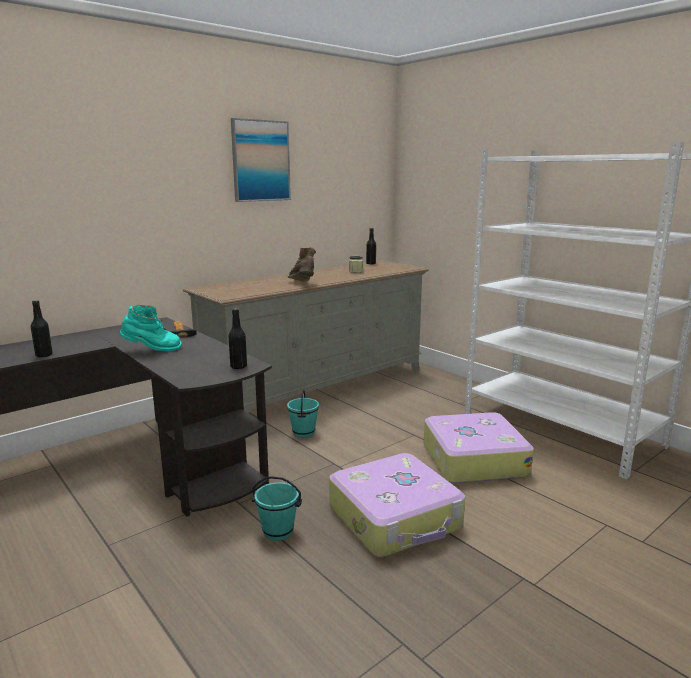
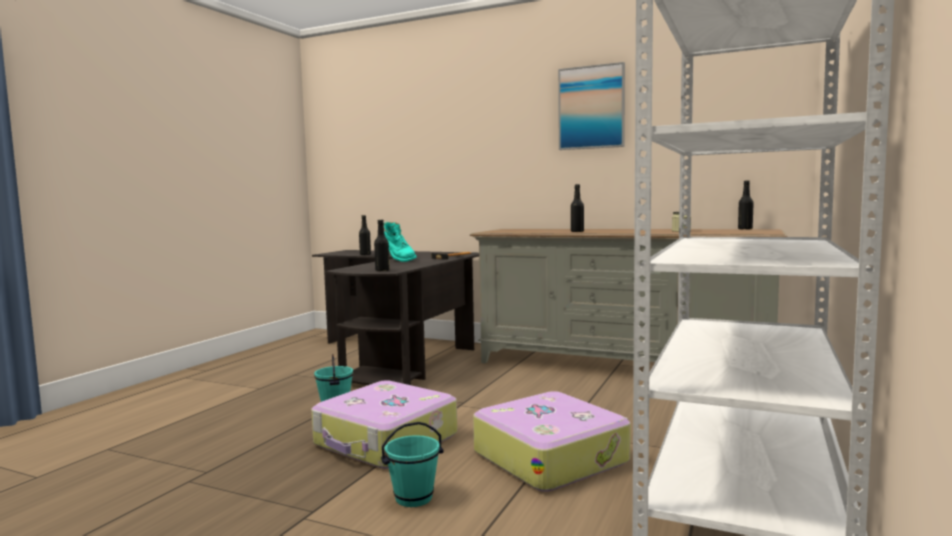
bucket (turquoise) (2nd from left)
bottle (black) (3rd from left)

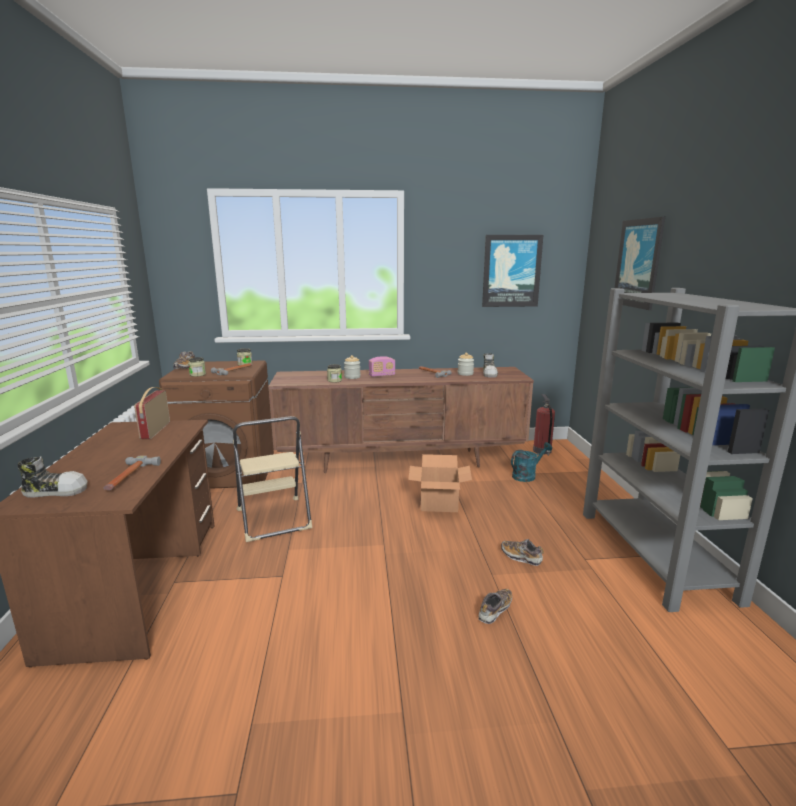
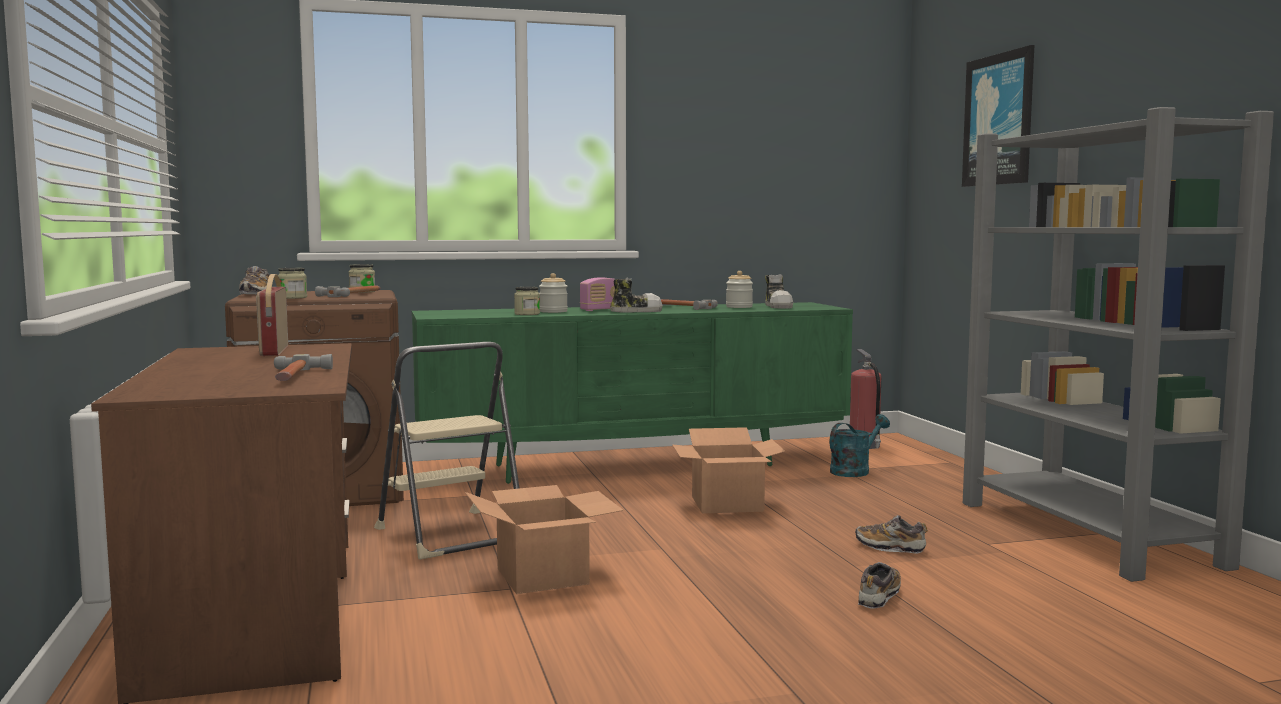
cabinet (green)
cardboard box (1st from left)
shoe (2nd from left)
picture (1st from left in the first image)

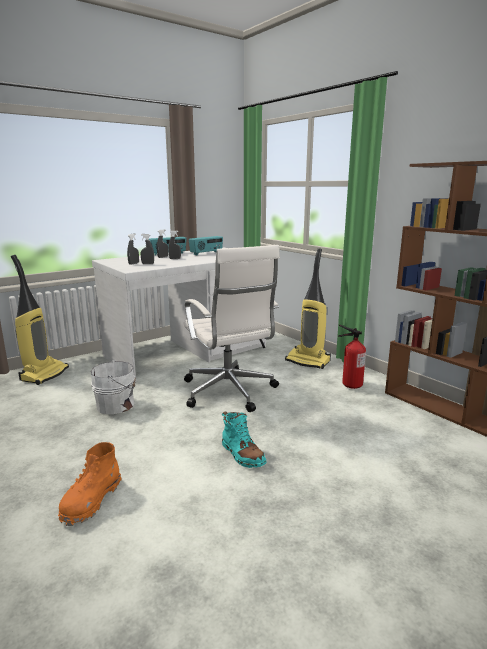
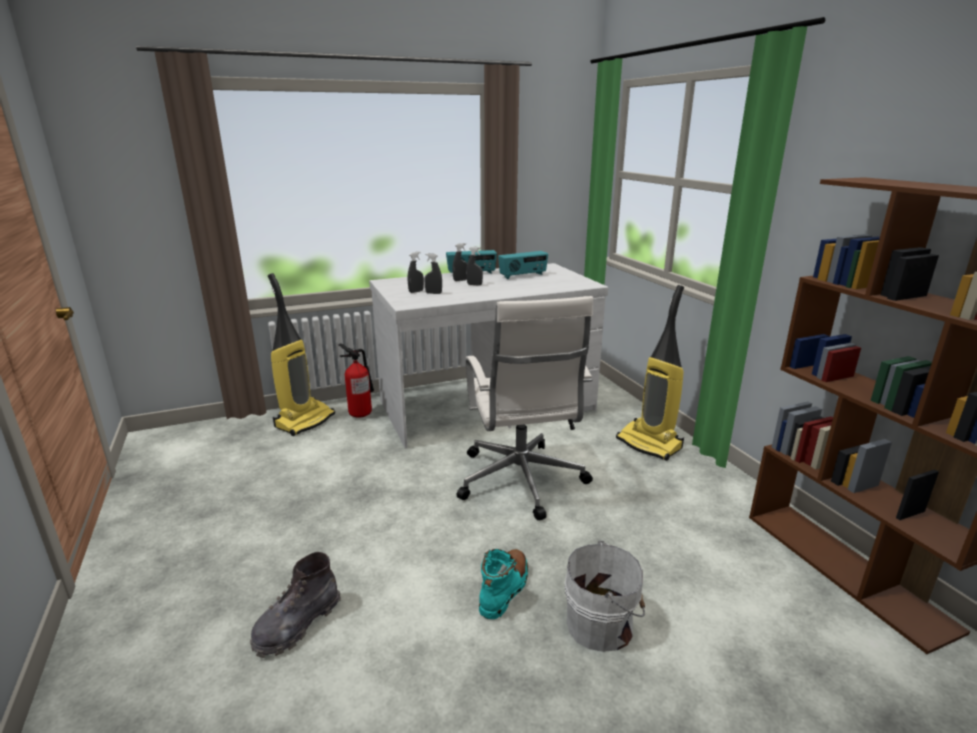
boot (grey)
fire extinguisher
boot (turquoise)
bucket (white)

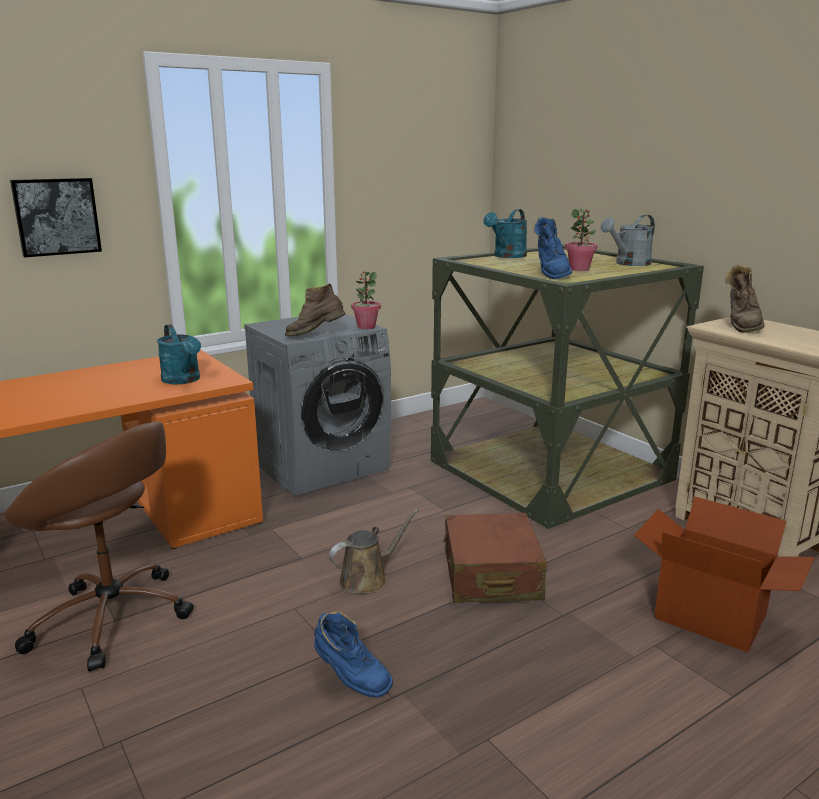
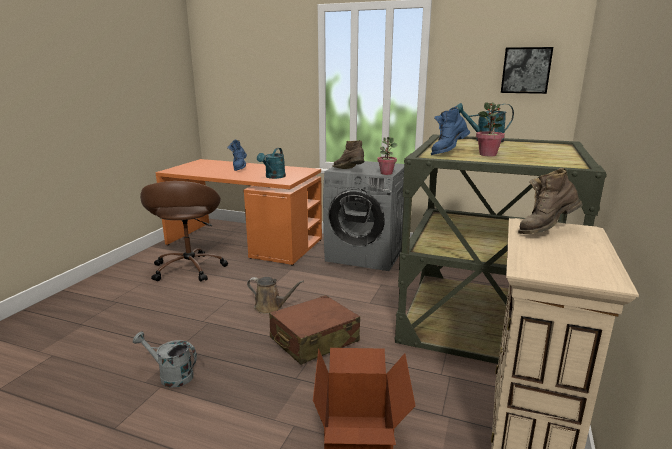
watering can (grey)
boot (blue) (1st from left)
picture

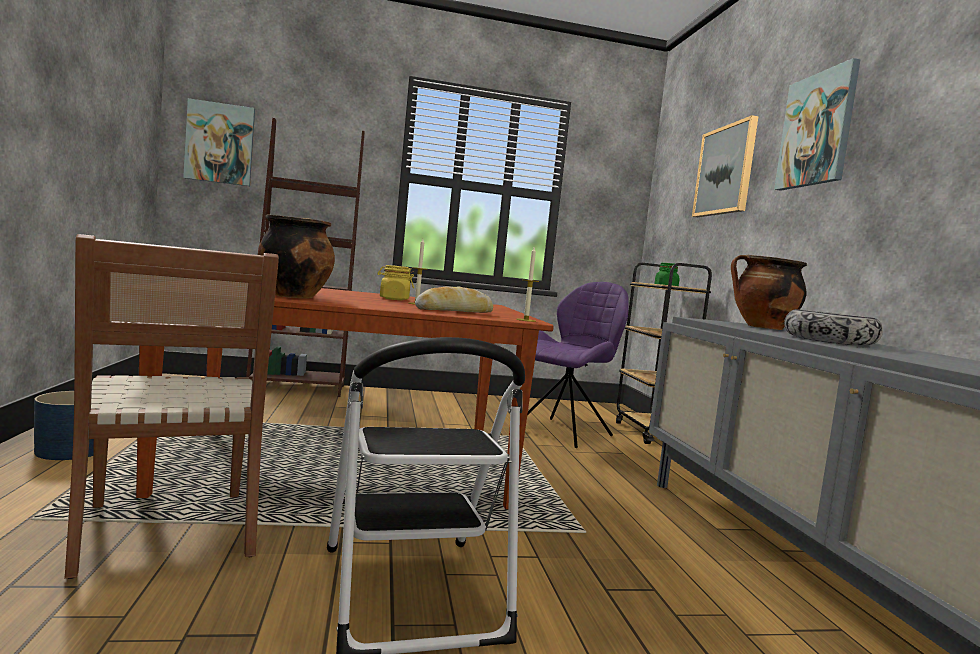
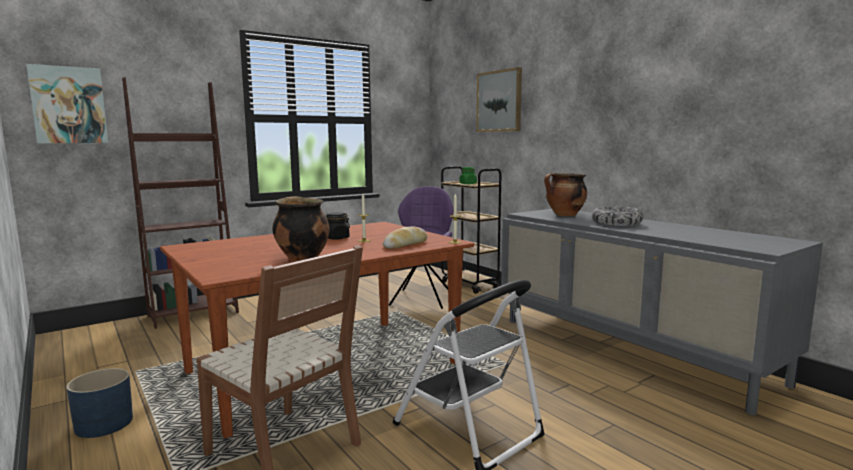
jar (black)
picture (3rd from left in the first image)

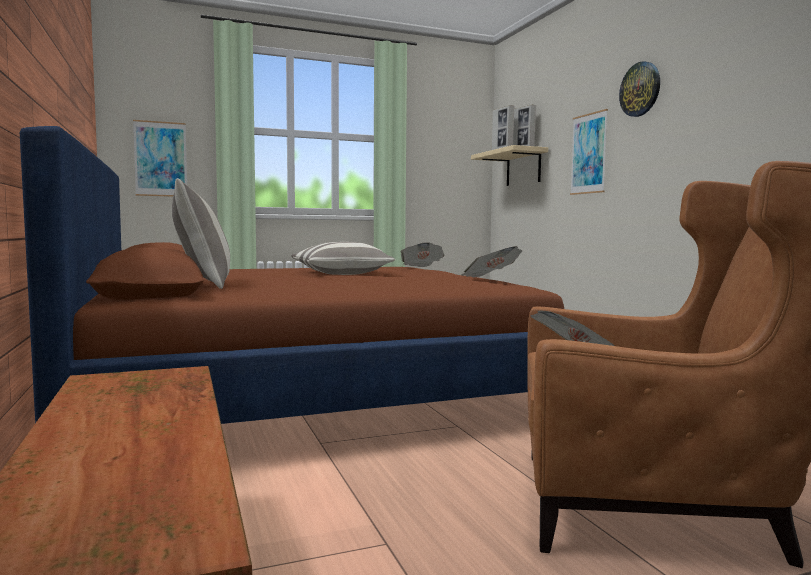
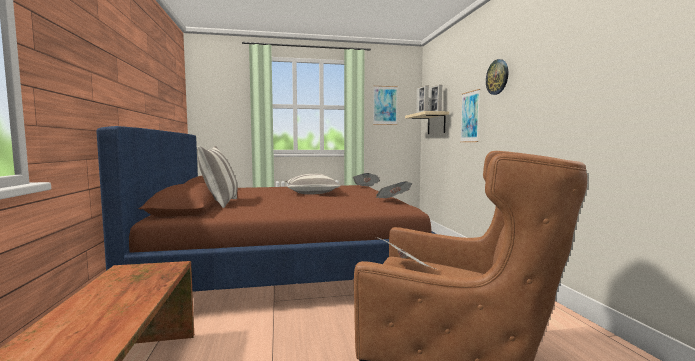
picture (1st from left)

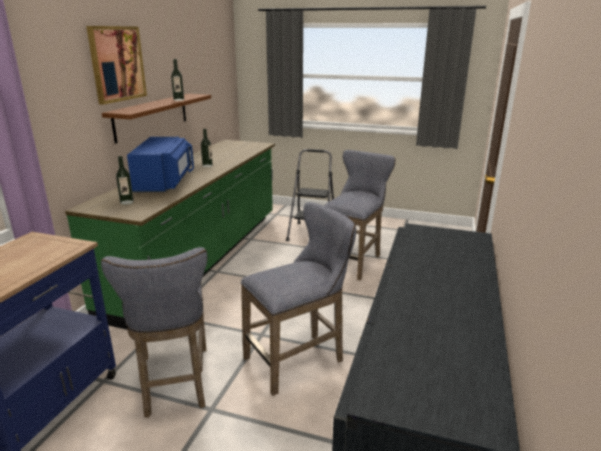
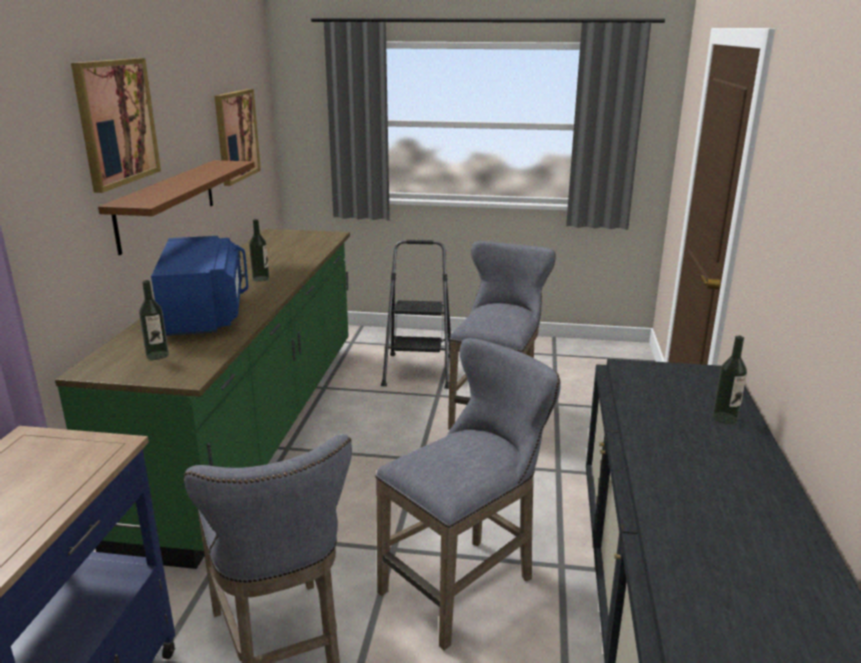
picture (2nd from left)
bottle (3rd from left)

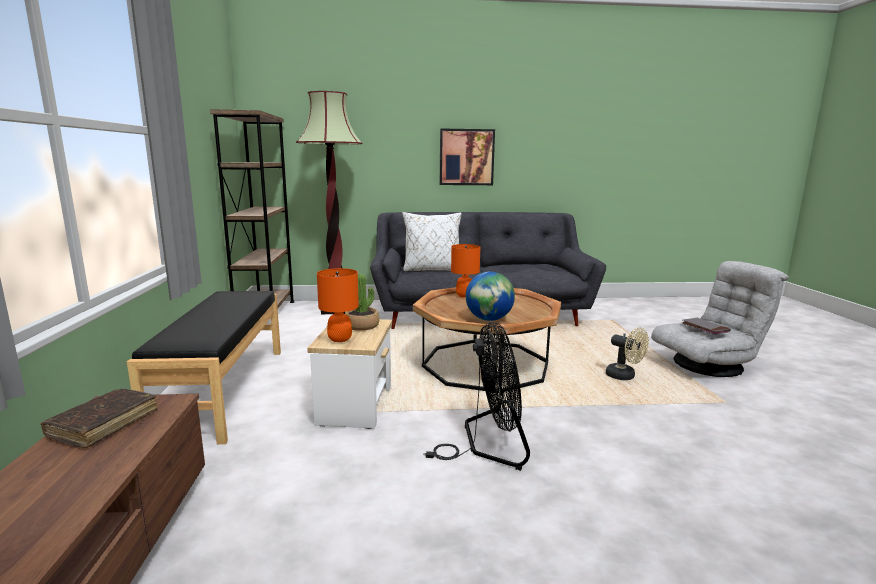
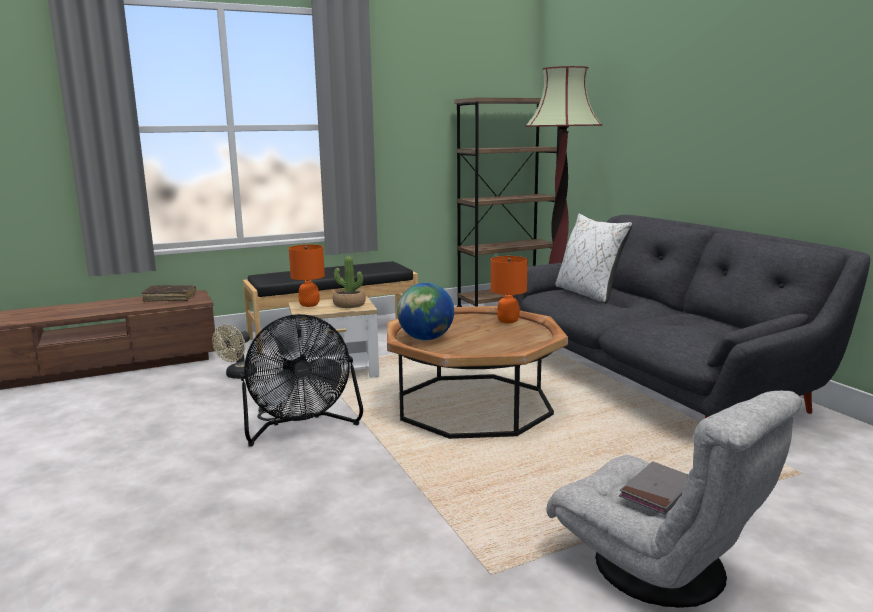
fan (beige)
picture

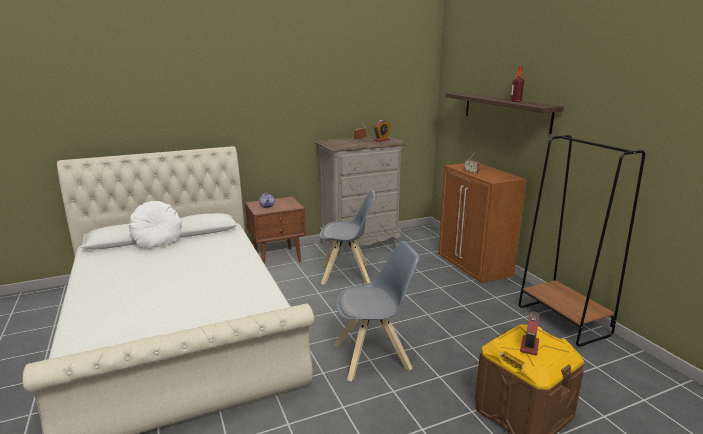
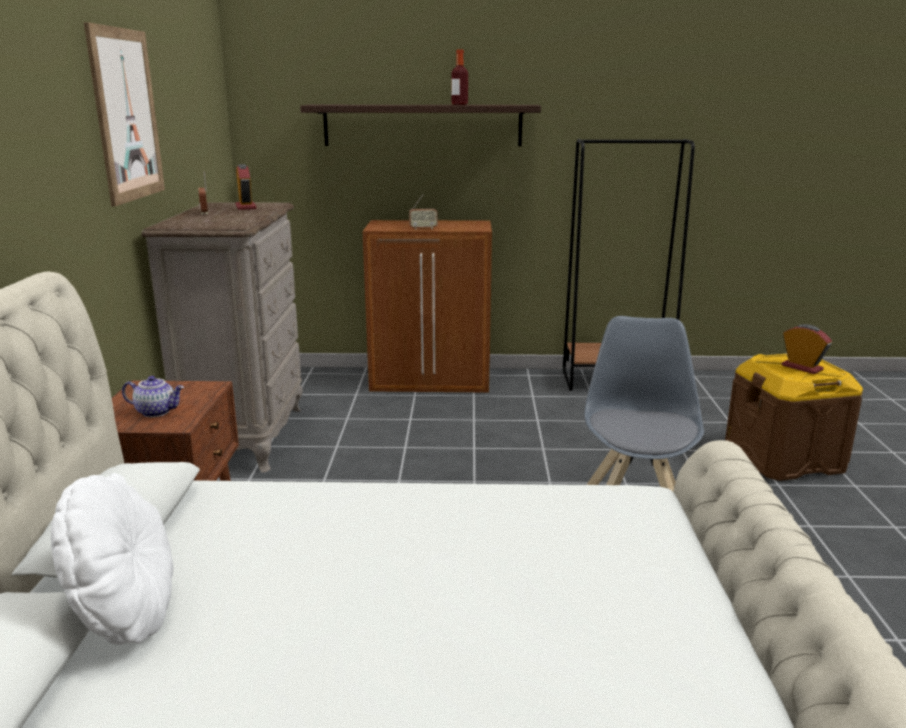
picture
chair (grey) (1st from left in the first image)

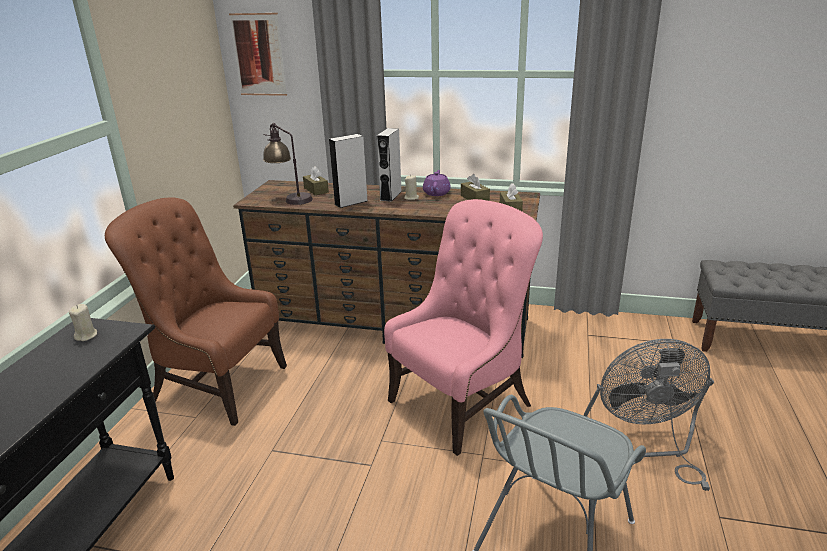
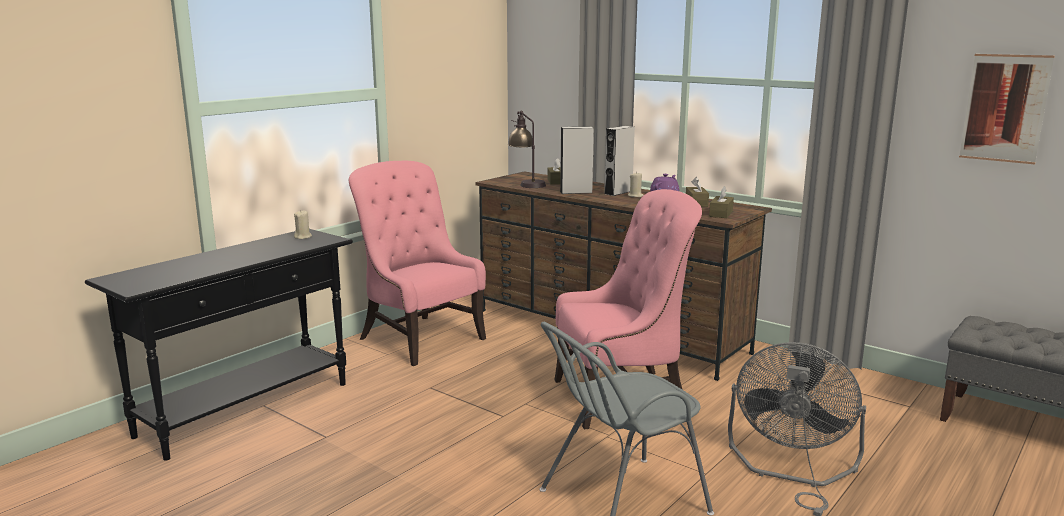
chair (pink) (1st from left)
picture

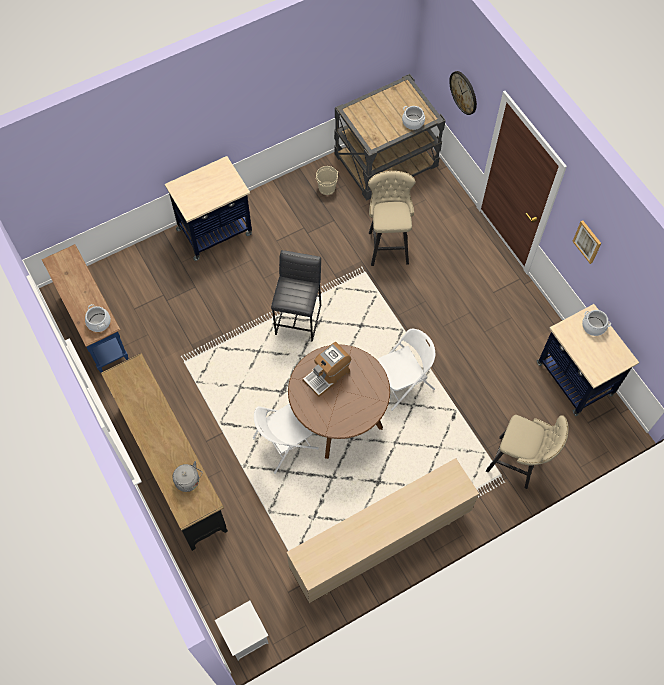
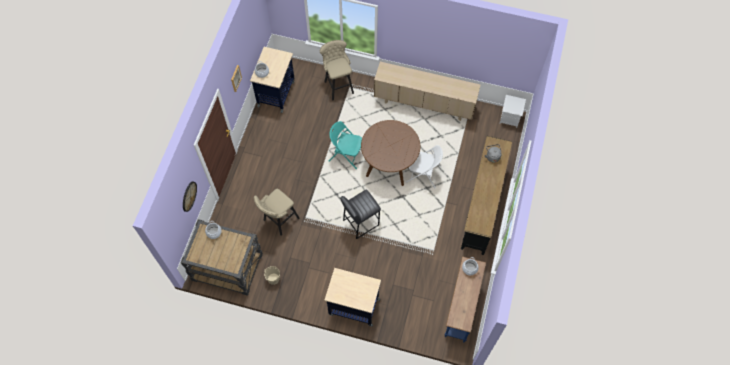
chair (turquoise)
coffee machine

